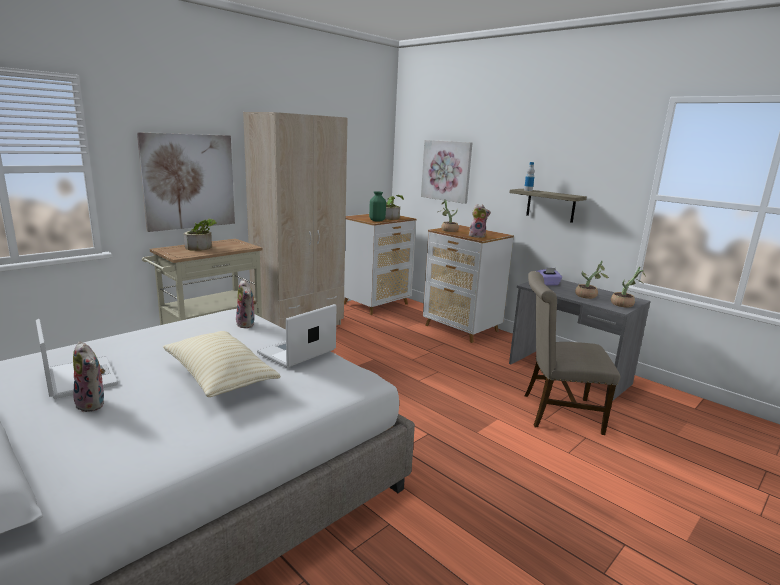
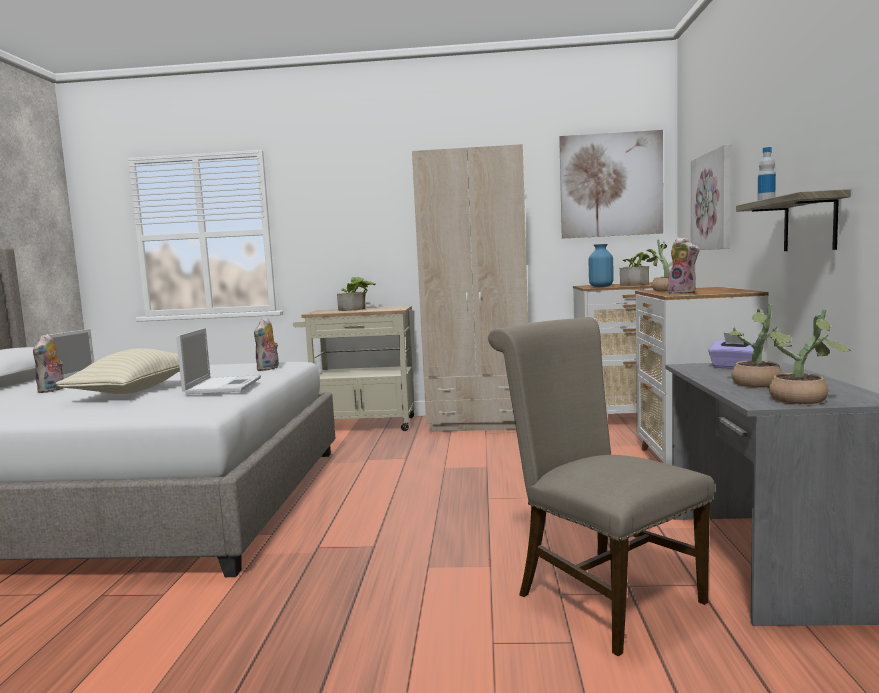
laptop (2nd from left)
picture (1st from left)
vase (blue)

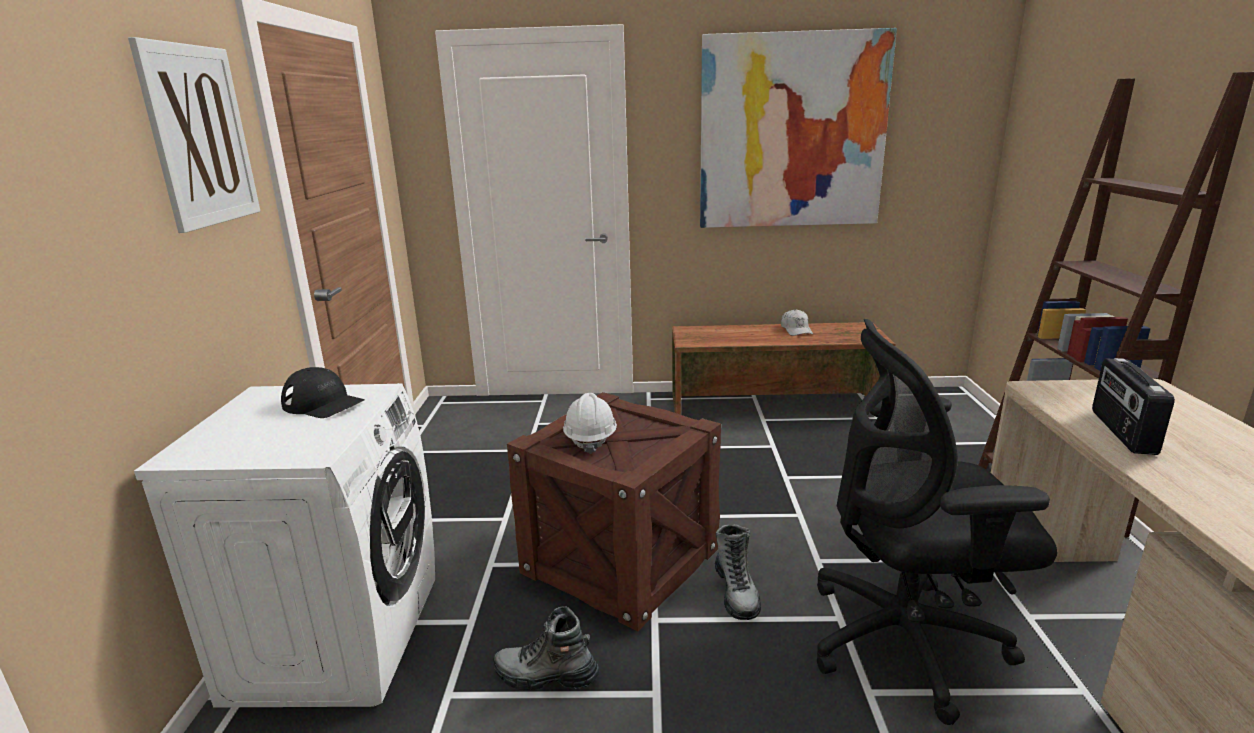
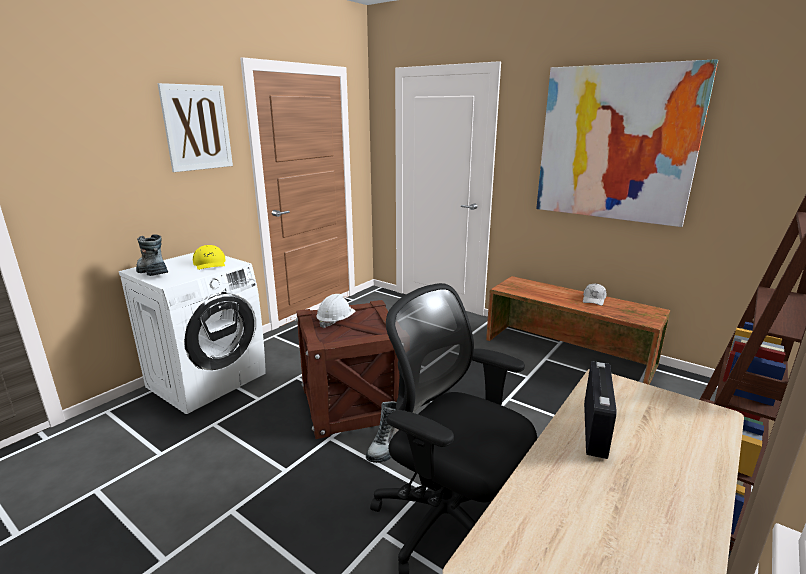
boot (1st from left)
cap (yellow)
radio

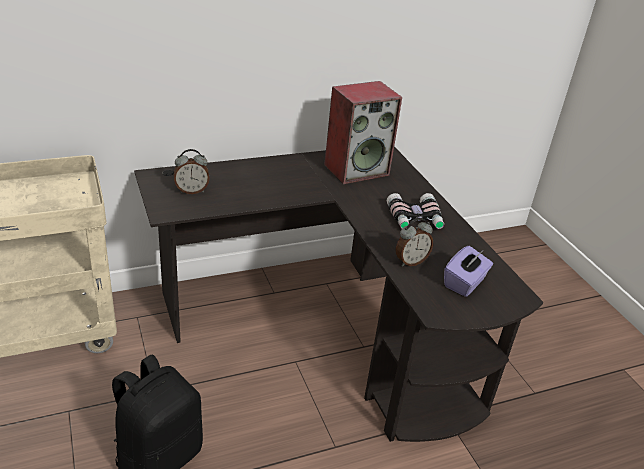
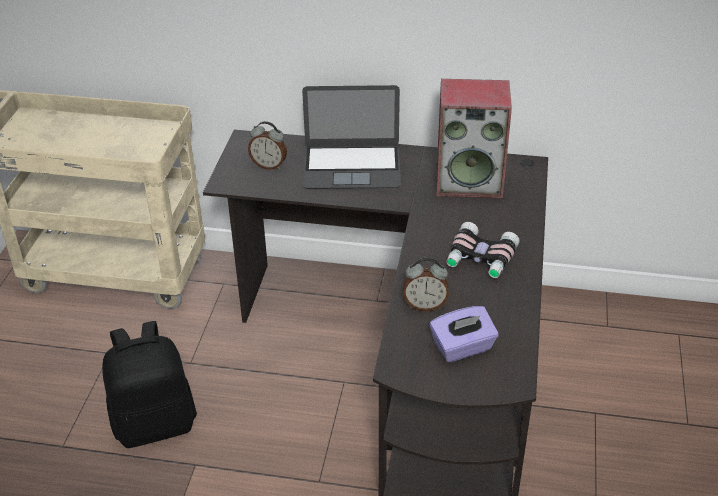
laptop

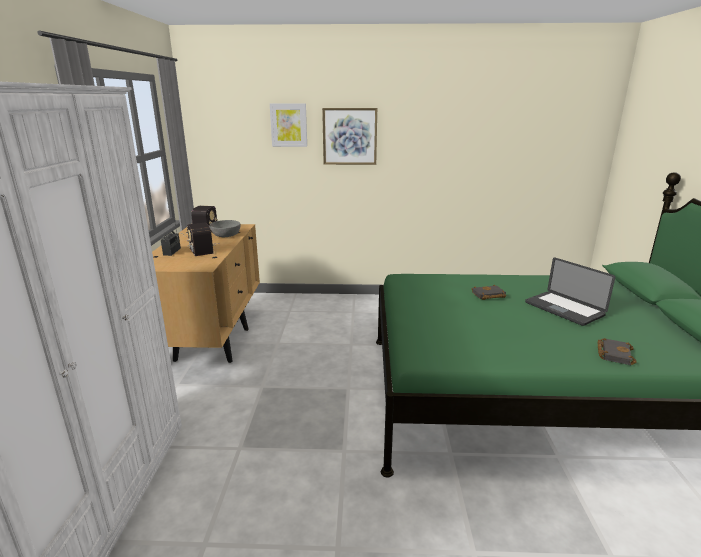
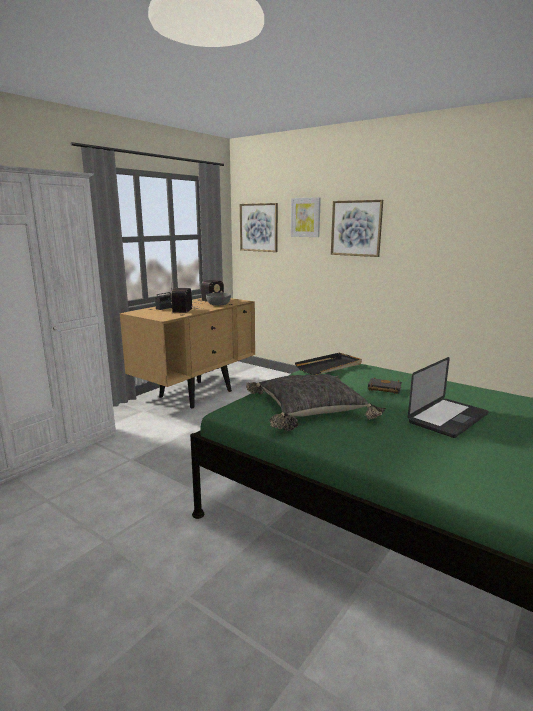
picture (1st from left)
pillow
tray (black)
laptop
book (black) (2nd from left in the first image)

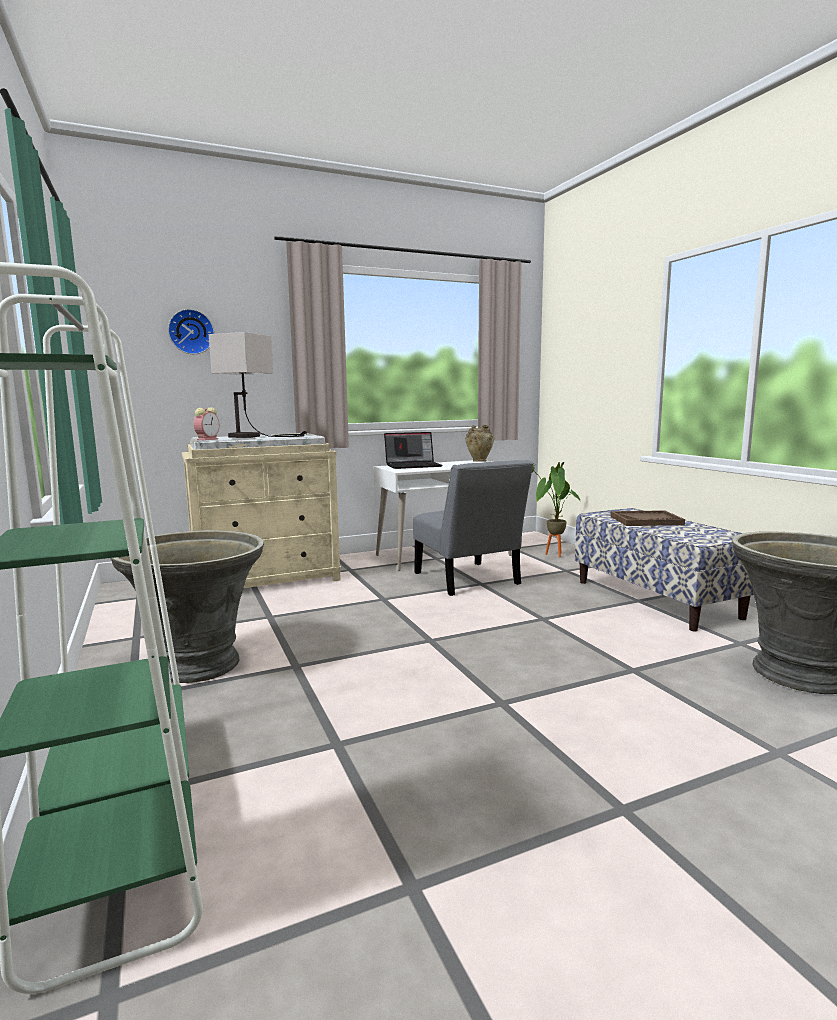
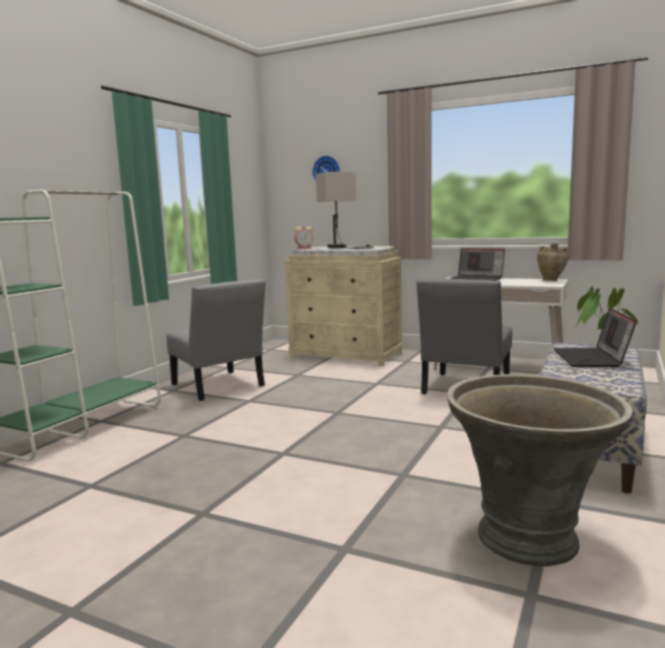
chair (grey) (1st from left)
laptop (2nd from left)

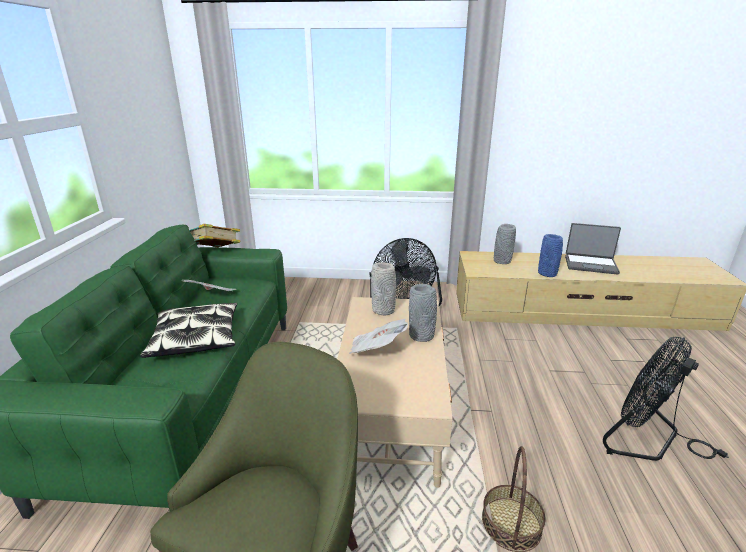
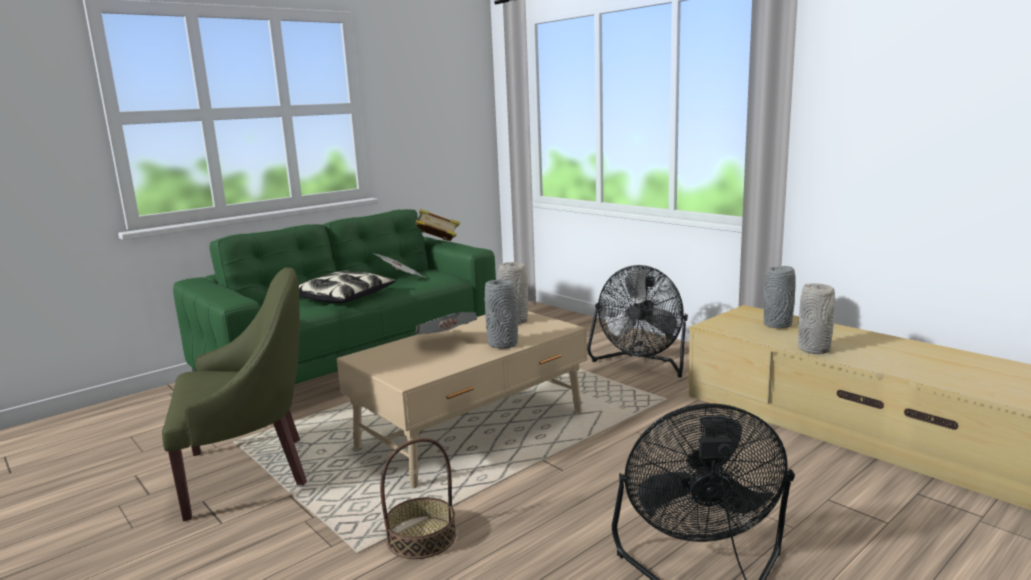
vase (grey) (4th from left)
laptop

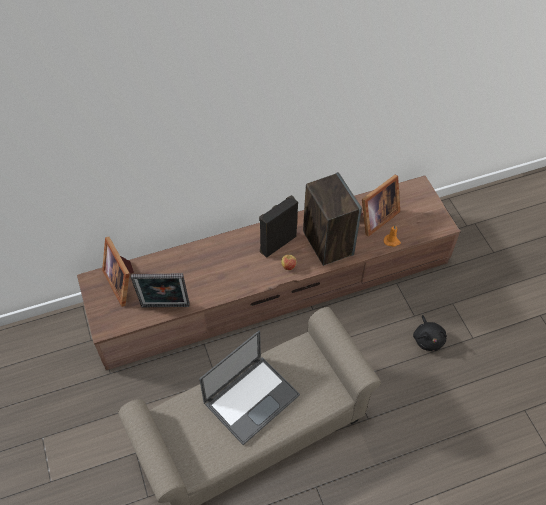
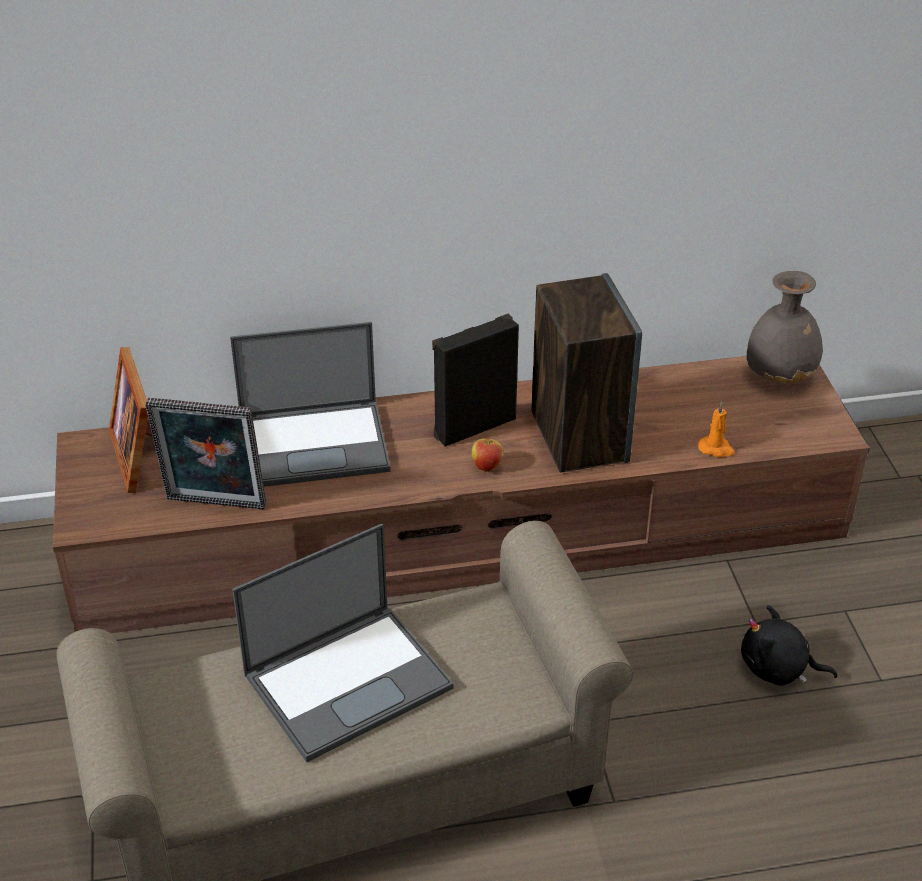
laptop (1st from left)
plush toy (black)
vase (grey)
picture frame (3rd from left in the first image)

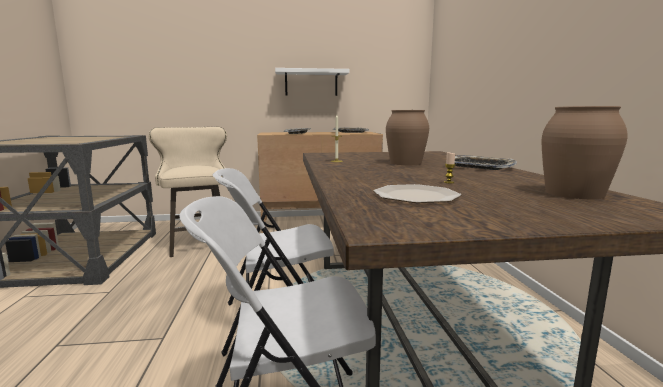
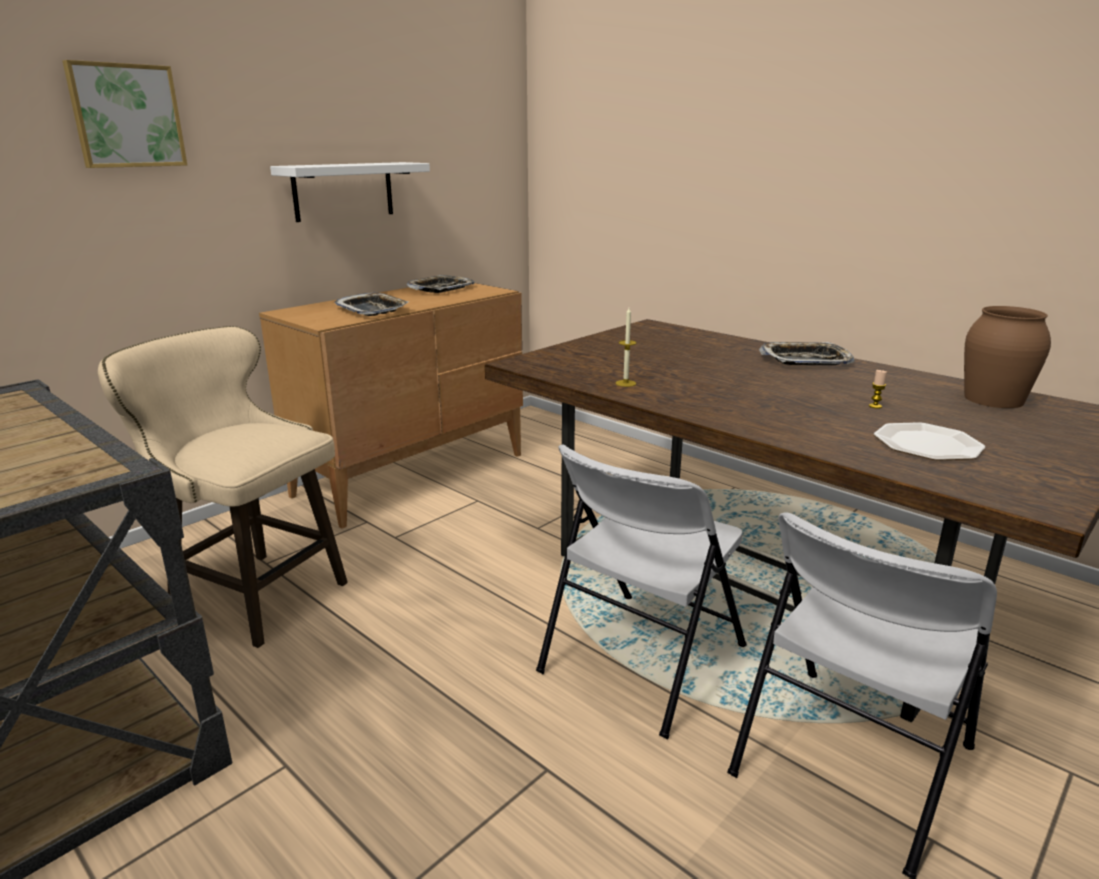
picture
vase (brown) (1st from left in the first image)

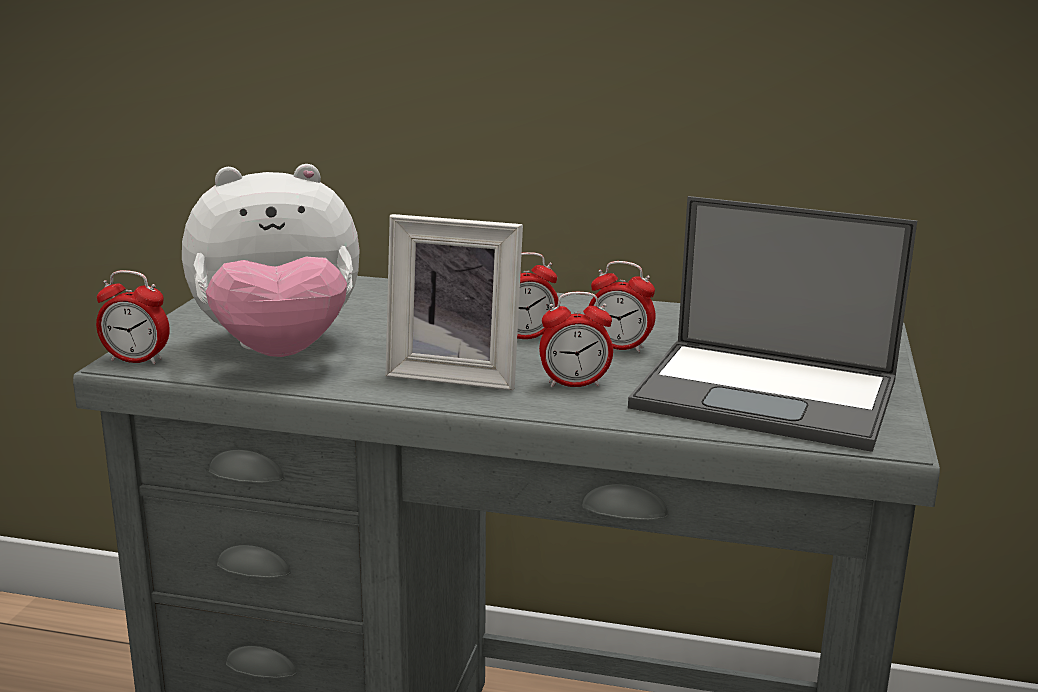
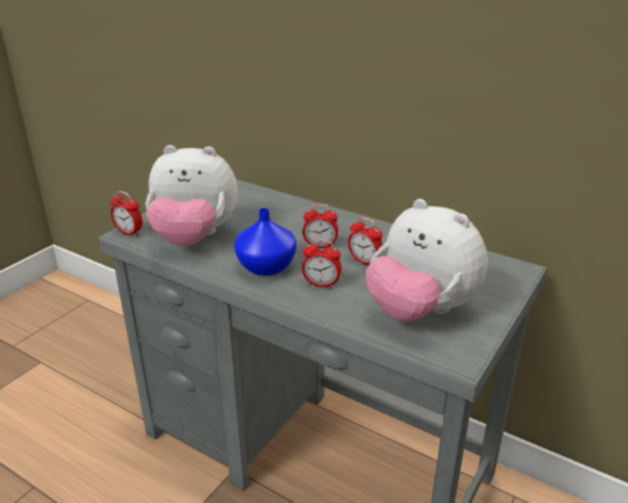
vase (blue)
plush toy (2nd from left)

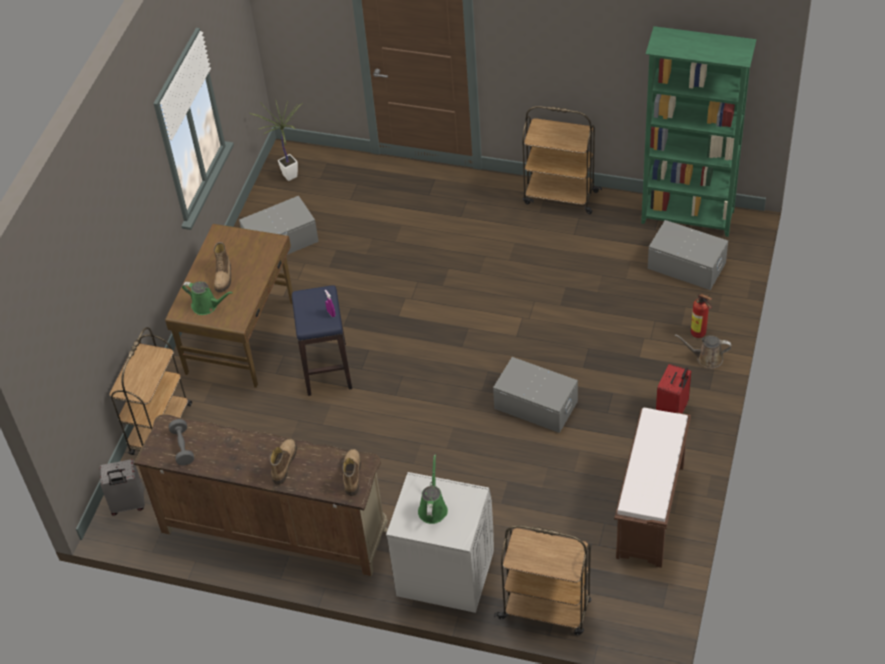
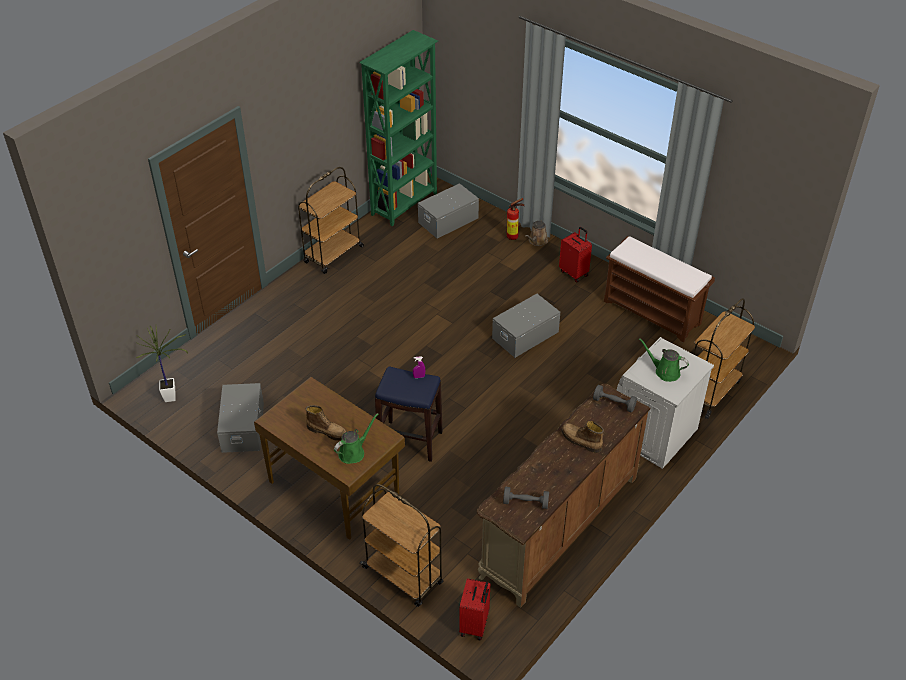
suitcase (red) (1st from left)
dumbbell (grey) (2nd from left)

